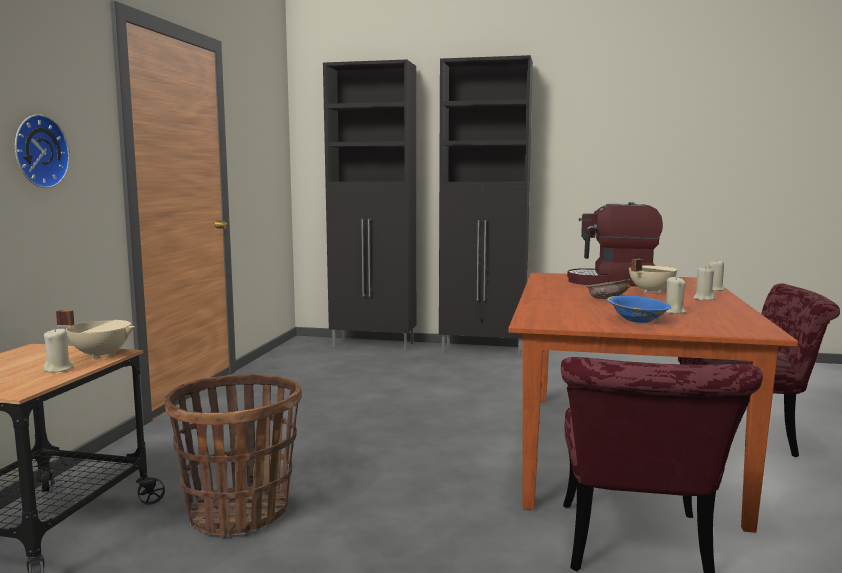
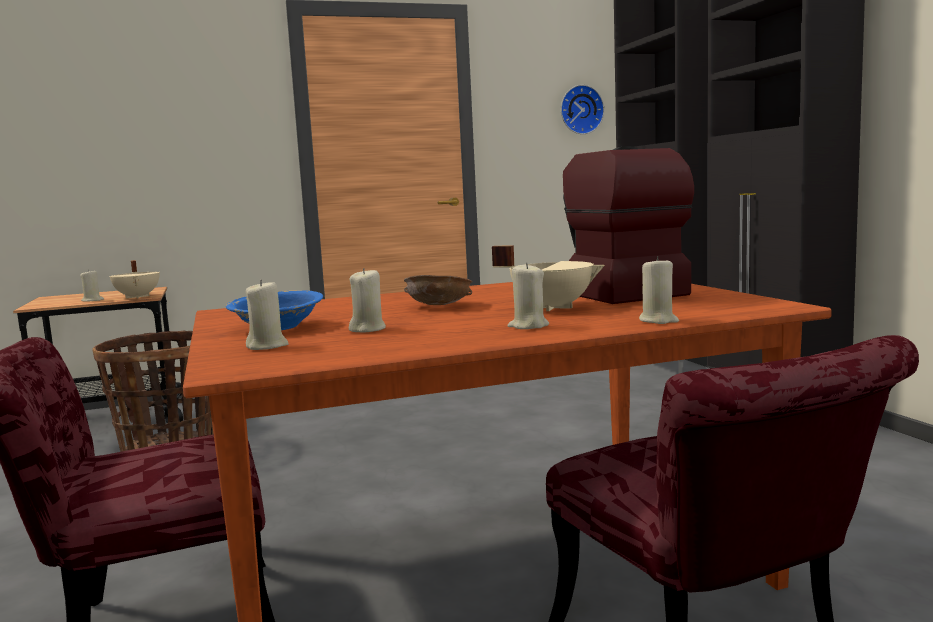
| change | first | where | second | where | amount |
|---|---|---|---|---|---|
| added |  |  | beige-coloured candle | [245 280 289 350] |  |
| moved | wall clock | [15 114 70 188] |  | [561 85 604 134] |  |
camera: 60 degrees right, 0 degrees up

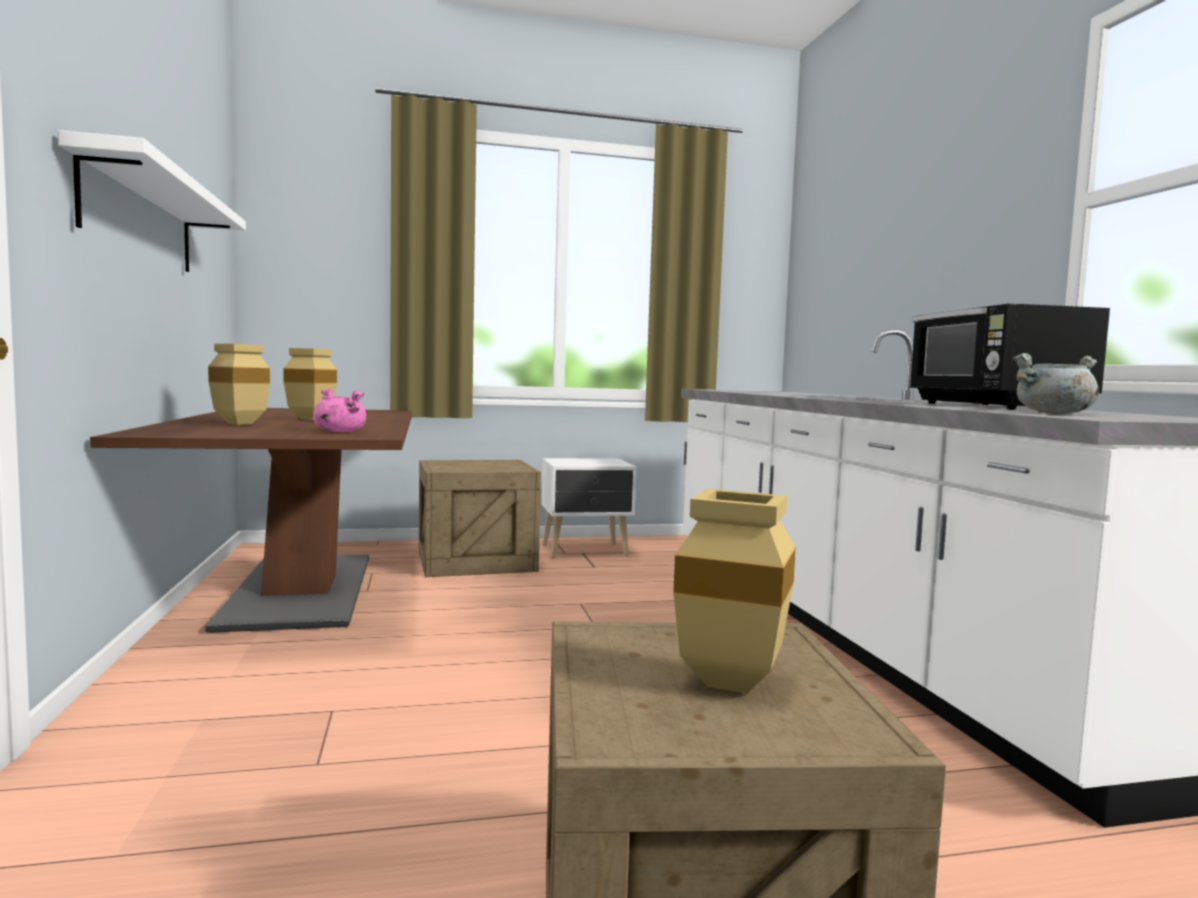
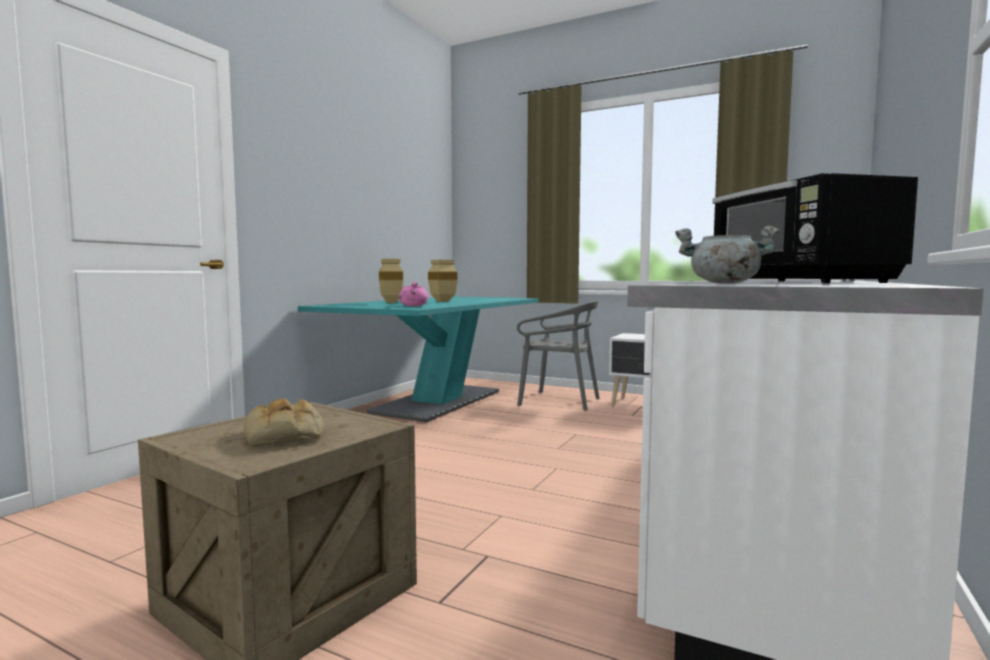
| change | first | where | second | where | amount |
|---|---|---|---|---|---|
| removed | whitish shelf | [58 130 246 272] |  |  |  |
| replaced | shipping crate | [419 460 541 577] | greyish chair | [517 300 600 411] |  |
| replaced | beige-coloured flower vase | [673 489 796 694] | bread | [243 398 324 446] |  |
| recoloured | brownish dining table | [90 408 412 633] | blue-green dining table | [298 296 539 422] |  |
| turned | blackish kitchen microwave | [909 304 1110 410] |  | [713 173 918 283] | 45 degrees counterclockwise |
camera: 40 degrees right, 0 degrees up

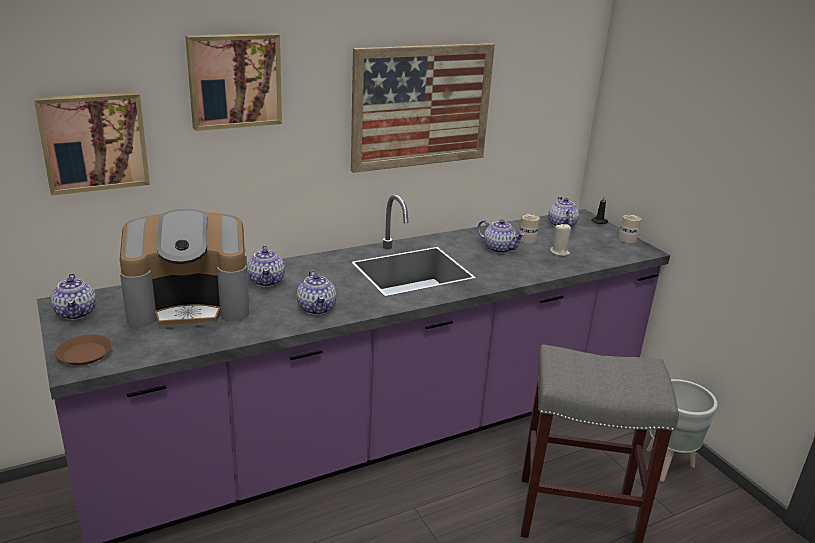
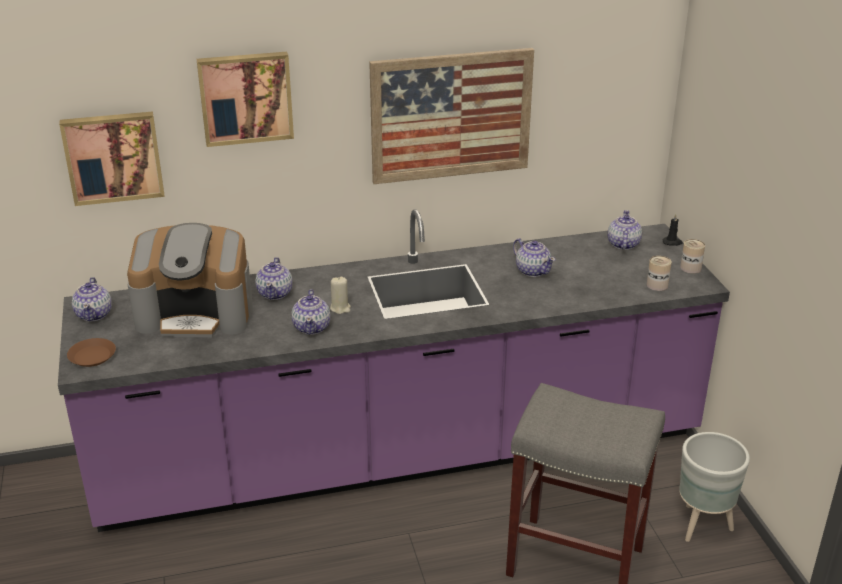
| change | first | where | second | where | amount |
|---|---|---|---|---|---|
| moved | metal can | [519 214 540 244] |  | [647 256 671 291] |  |
| moved | beige-coloured candle | [550 223 571 256] |  | [330 277 351 314] |  |
camera: 15 degrees right, 5 degrees up

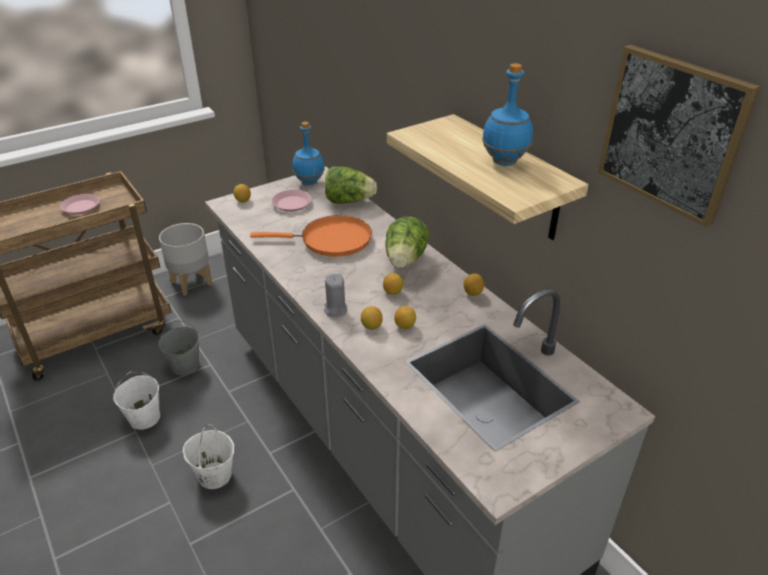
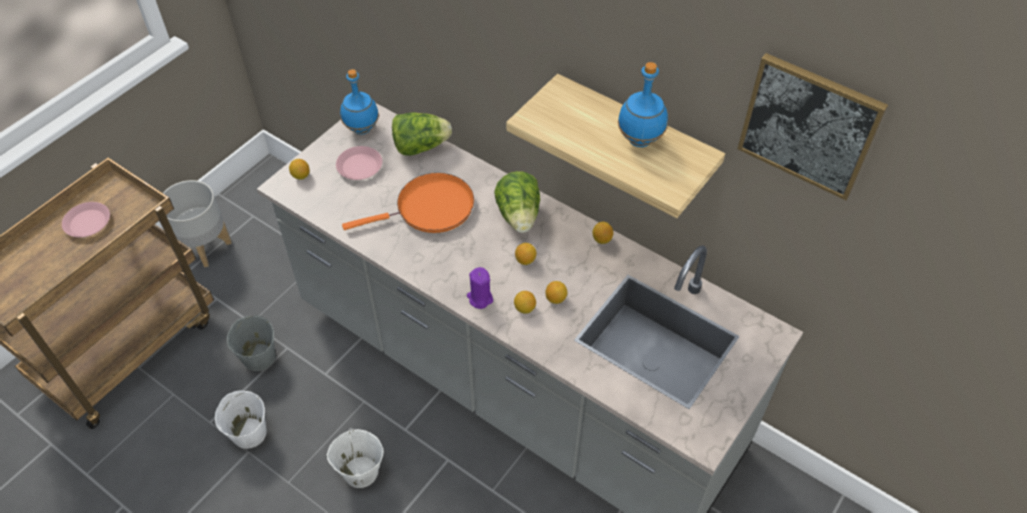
| change | first | where | second | where | amount |
|---|---|---|---|---|---|
| recoloured | greyish candle | [324 273 347 317] | purple candle | [467 267 493 309] |  |
camera: 20 degrees left, 15 degrees up

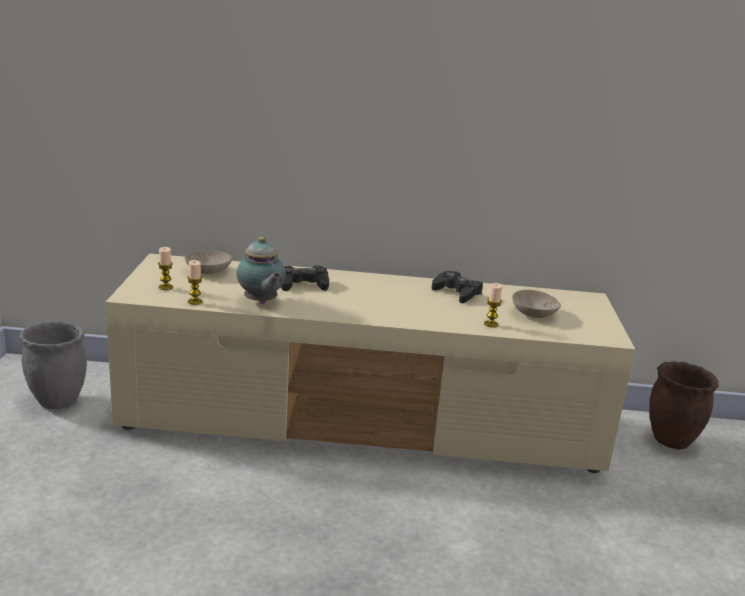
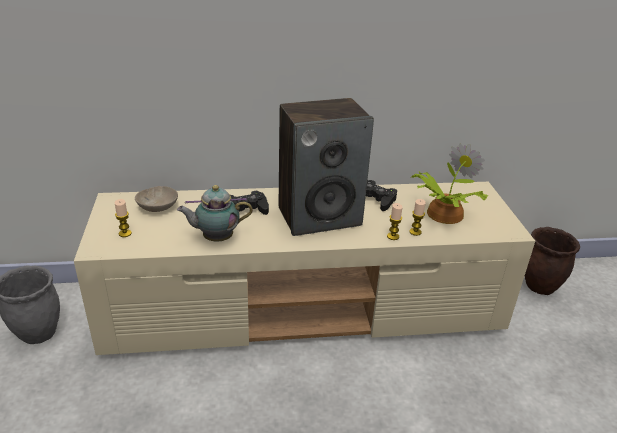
| change | first | where | second | where | amount |
|---|---|---|---|---|---|
| added |  |  | speaker | [279 98 374 236] |  |
| moved | candle | [187 260 203 305] |  | [387 203 403 240] |  |
| replaced | beige-coloured serving bowl | [512 290 561 318] | potted plant | [410 144 488 224] |  |
| turned | pot for tea | [237 237 286 304] |  | [177 185 253 241] | 120 degrees clockwise |
camera: 10 degrees left, 10 degrees up

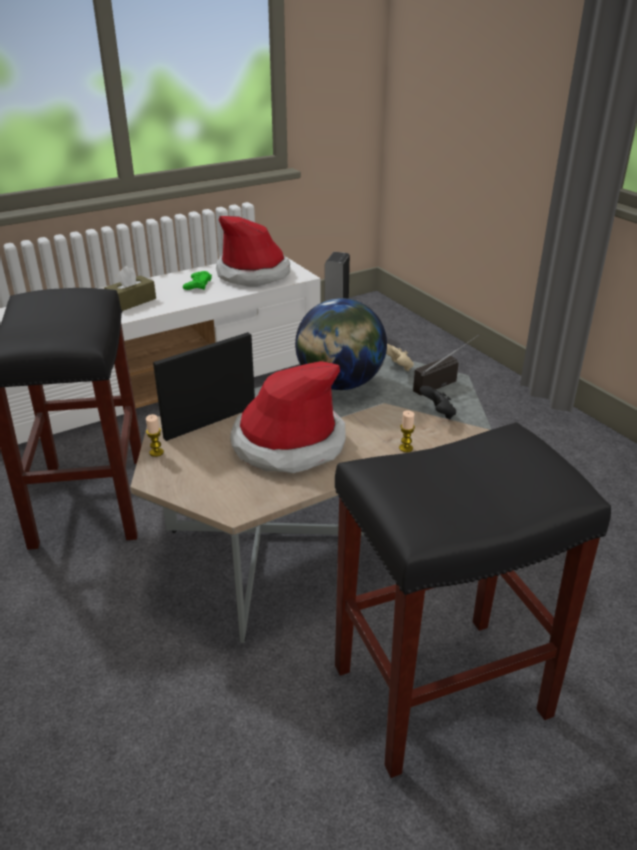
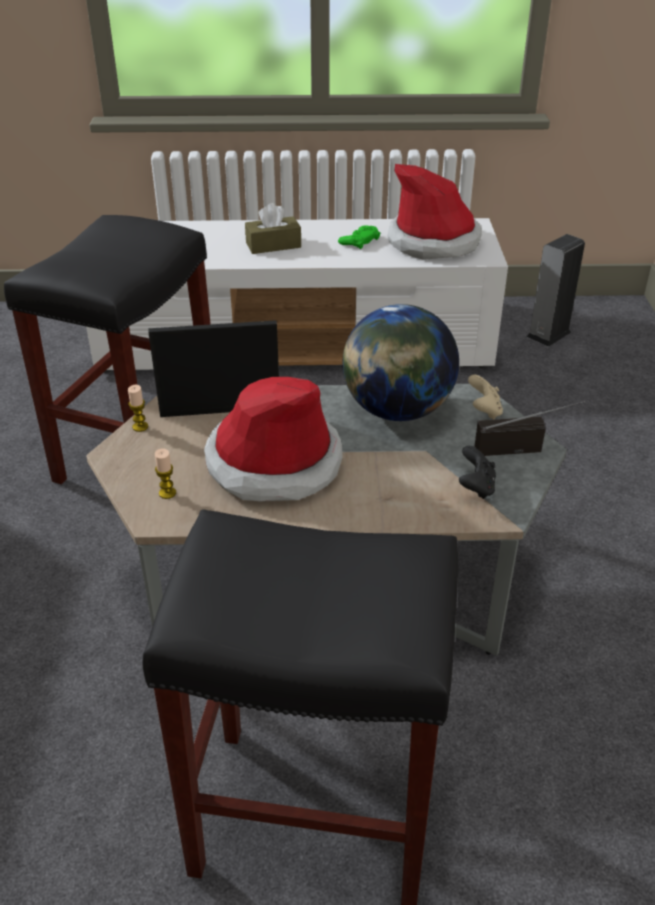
| change | first | where | second | where | amount |
|---|---|---|---|---|---|
| moved | candle | [399 410 415 452] |  | [155 448 176 499] |  |
camera: 30 degrees right, 5 degrees up

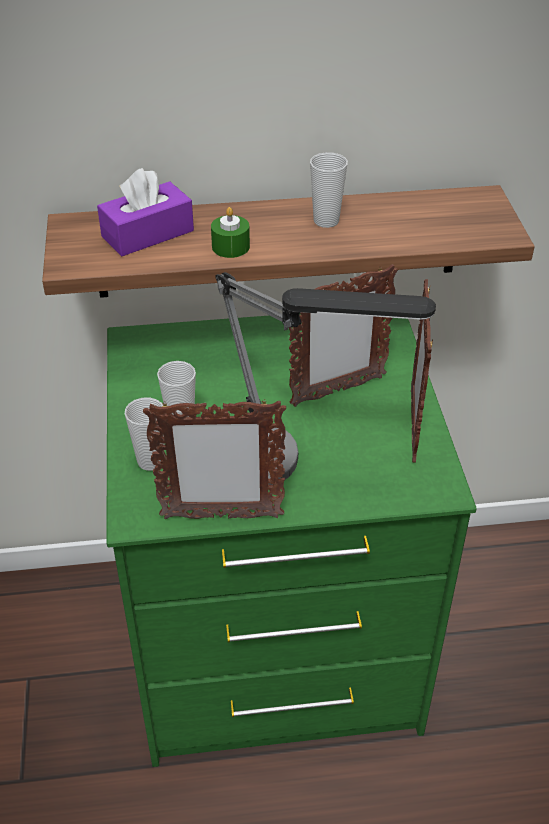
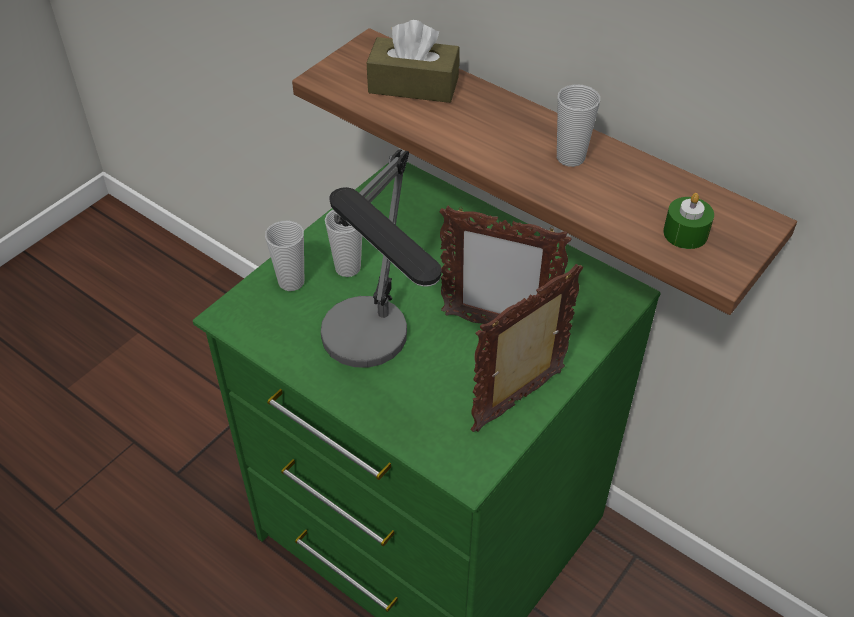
| change | first | where | second | where | amount |
|---|---|---|---|---|---|
| removed | picture frame | [143 399 286 519] |  |  |  |
| moved | green-coloured candle | [211 207 250 258] |  | [663 193 714 249] |  |
| recoloured | purple box of tissues | [97 168 194 256] | brownish box of tissues | [367 20 460 103] |  |
camera: 45 degrees right, 5 degrees up

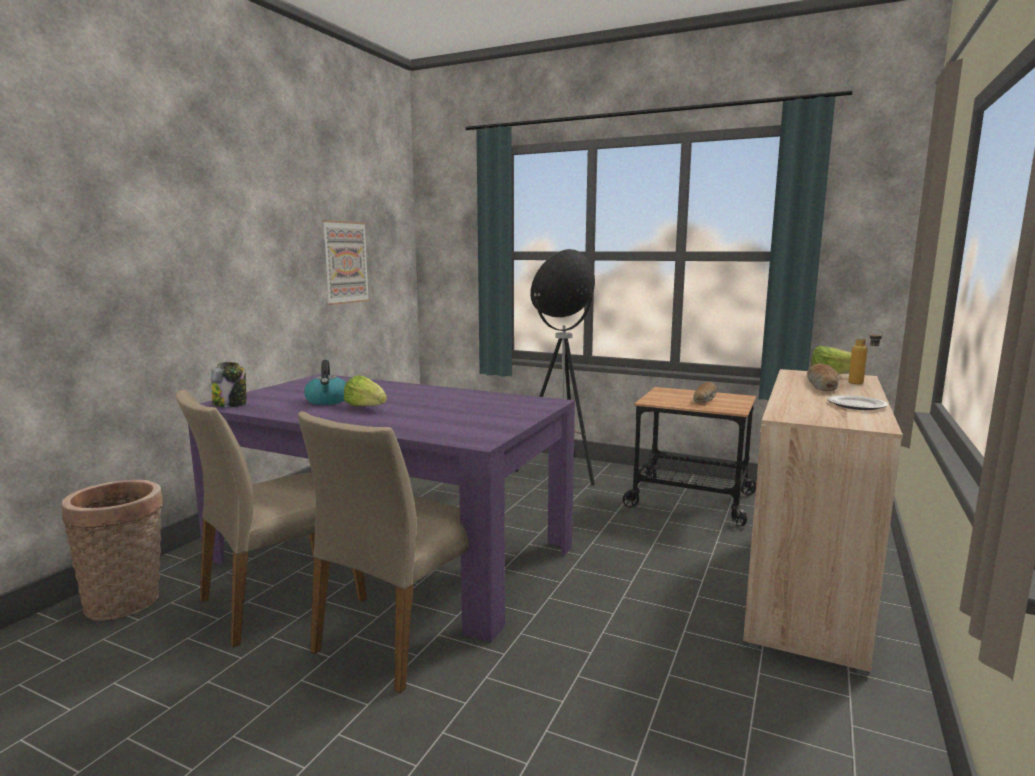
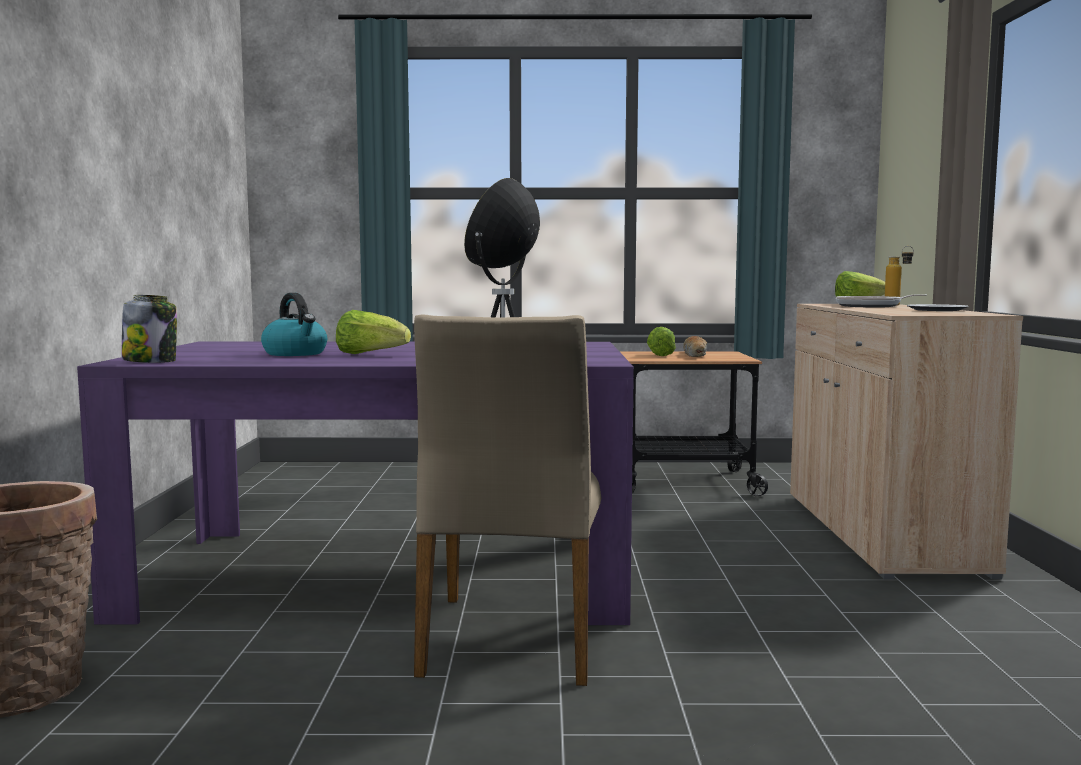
| change | first | where | second | where | amount |
|---|---|---|---|---|---|
| removed | beige-coloured chair | [176 390 367 647] |  |  |  |
| removed | wall picture | [322 220 370 305] |  |  |  |
| added |  |  | lettuce head | [647 327 676 356] |  |
| replaced | bread | [807 363 839 391] | pan | [836 294 927 308] |  |
camera: 25 degrees left, 5 degrees down

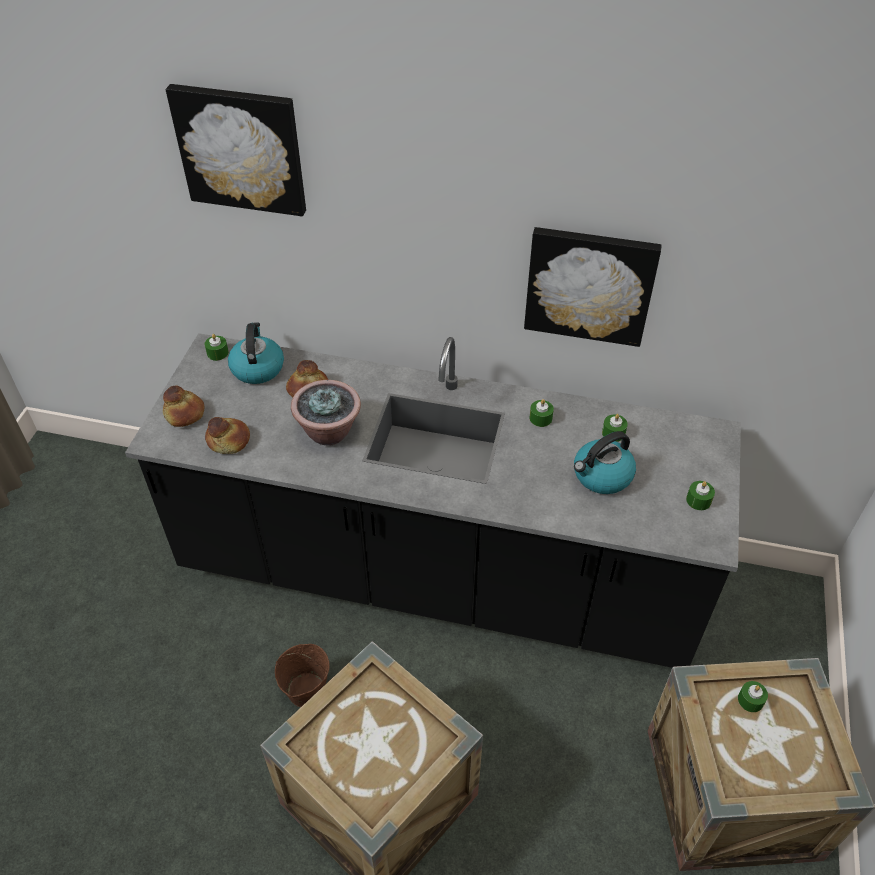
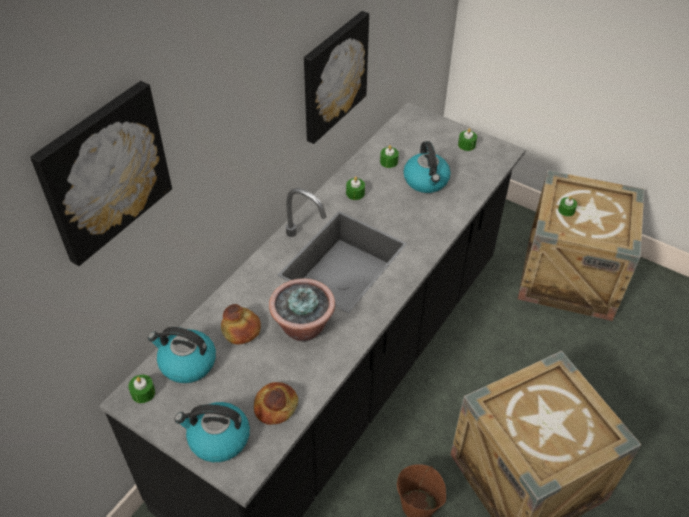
| change | first | where | second | where | amount |
|---|---|---|---|---|---|
| replaced | bread | [163 386 205 427] | tea kettle | [174 402 250 462] |  |
camera: 70 degrees left, 0 degrees up

